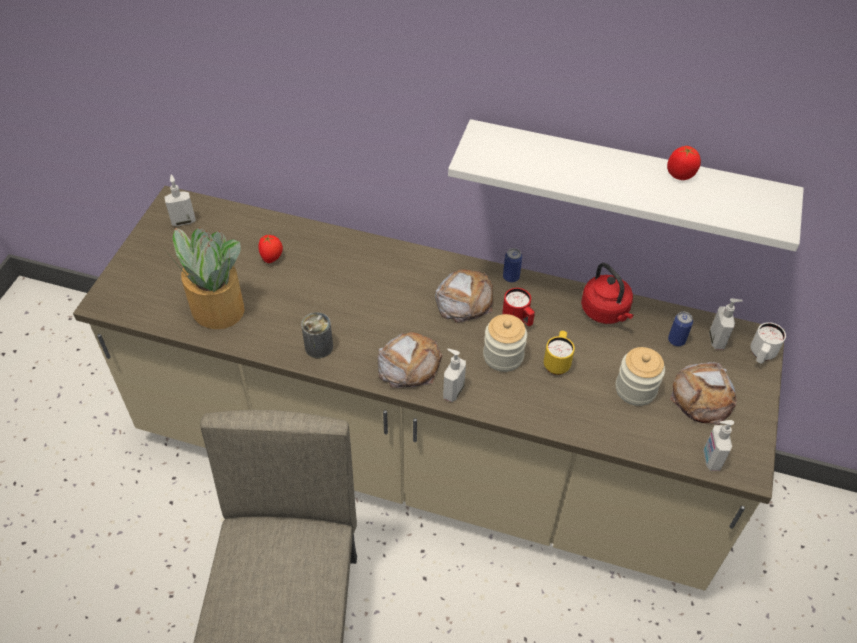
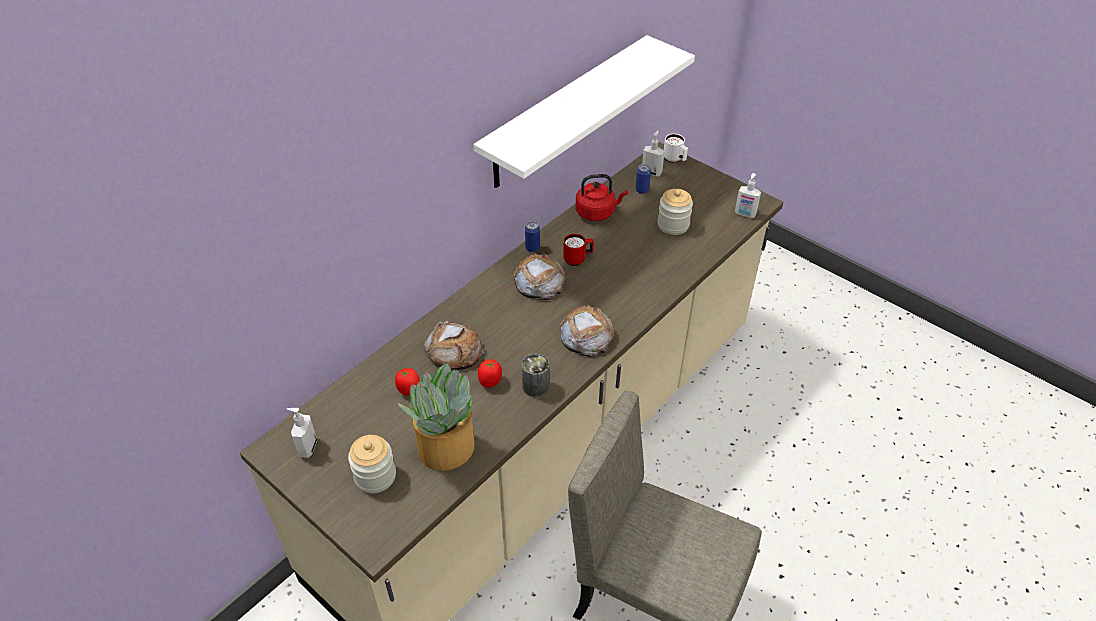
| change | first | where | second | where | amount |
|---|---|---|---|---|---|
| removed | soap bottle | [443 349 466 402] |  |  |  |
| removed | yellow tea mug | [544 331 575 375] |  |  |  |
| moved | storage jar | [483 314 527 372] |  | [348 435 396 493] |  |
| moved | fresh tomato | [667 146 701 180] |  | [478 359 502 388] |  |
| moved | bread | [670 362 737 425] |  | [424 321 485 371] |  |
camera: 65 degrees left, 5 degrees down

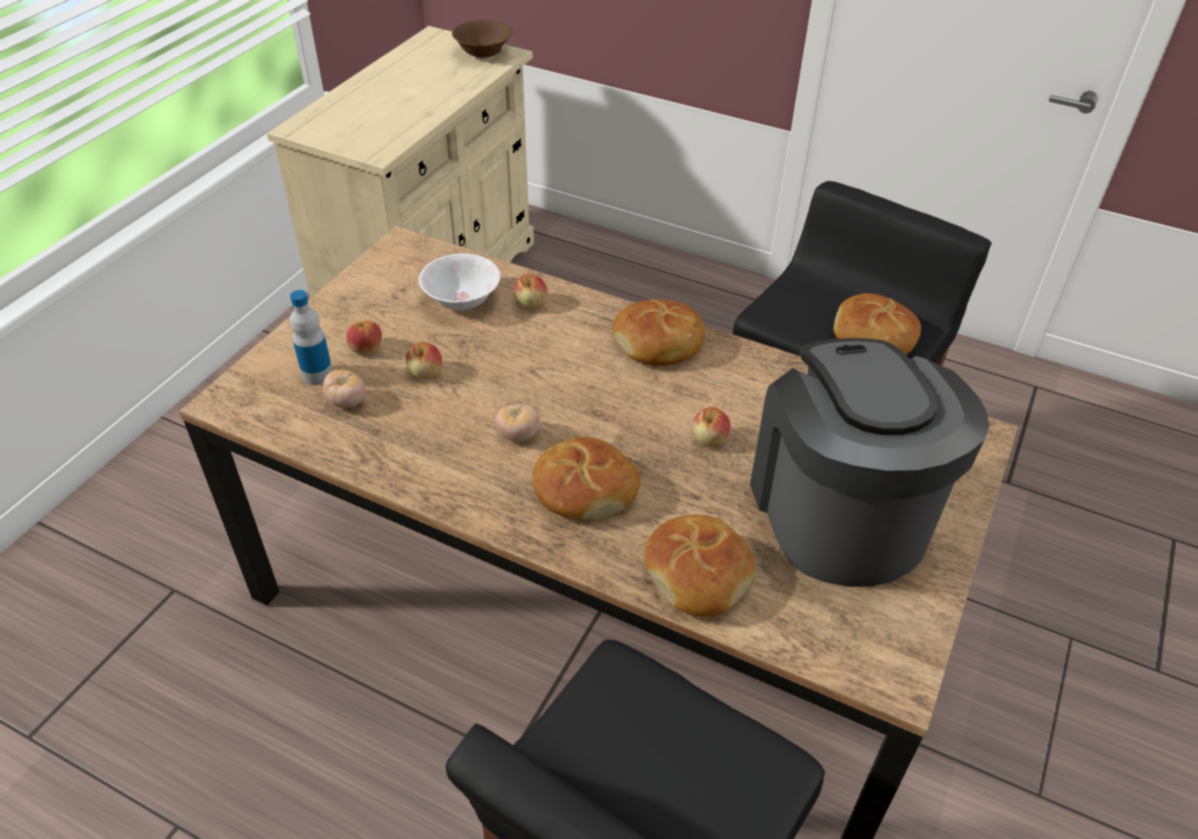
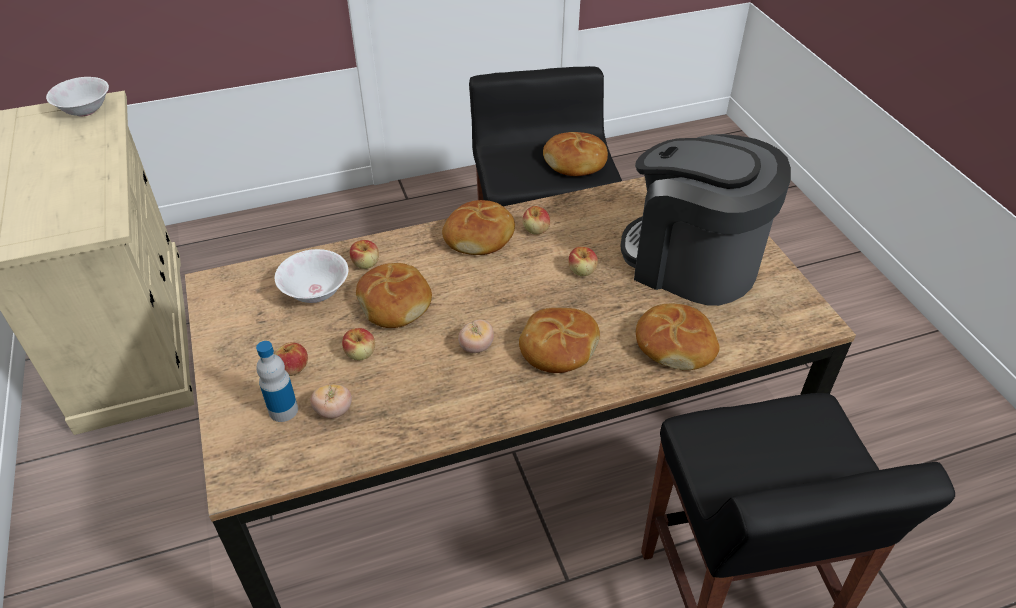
| change | first | where | second | where | amount |
|---|---|---|---|---|---|
| added |  |  | bread | [356 263 432 328] |  |
| added |  |  | apple | [522 206 550 234] |  |
| recoloured | brownish serving bowl | [452 20 513 59] | whitish serving bowl | [46 77 109 116] |  |
camera: 45 degrees left, 0 degrees up

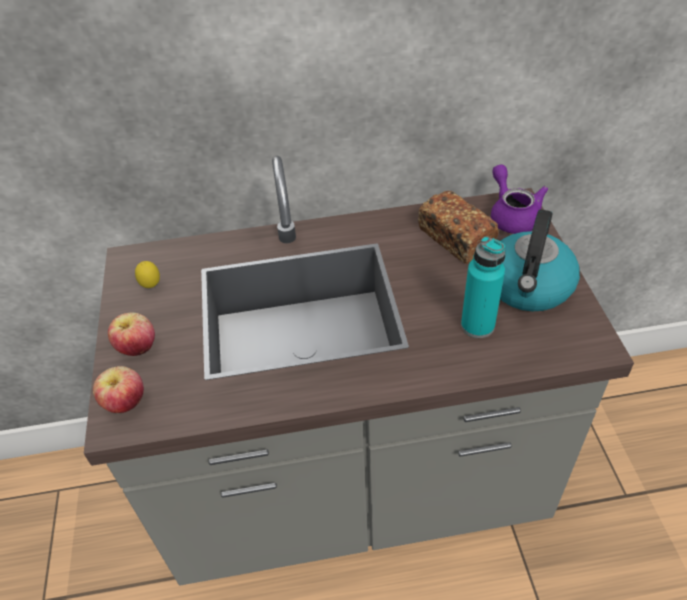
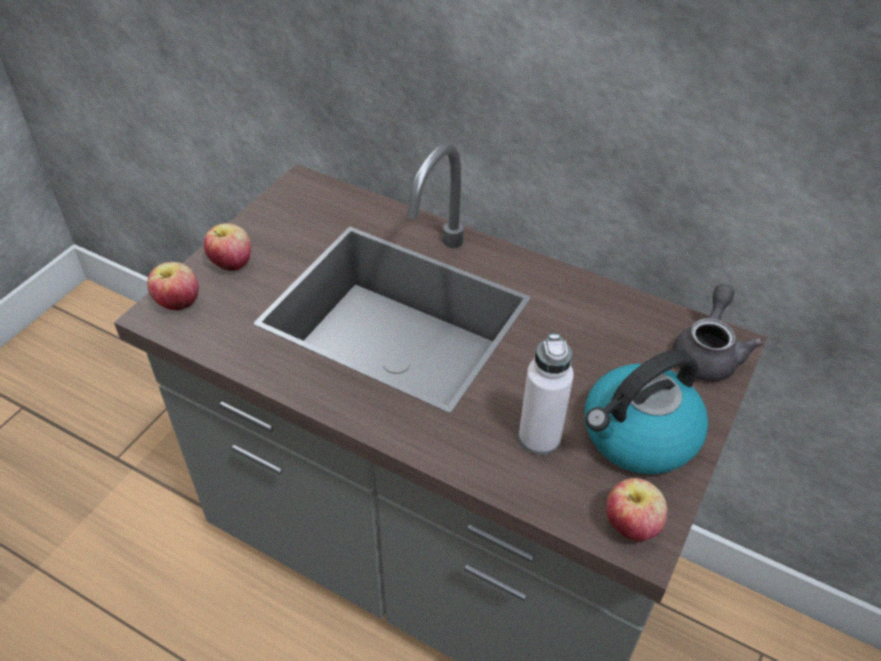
| change | first | where | second | where | amount |
|---|---|---|---|---|---|
| removed | citrus fruit | [135 261 160 288] |  |  |  |
| removed | bread | [418 191 499 264] |  |  |  |
| added |  |  | apple | [606 478 668 542] |  |
| recoloured | blue-green drink bottle | [461 236 505 338] | whitish drink bottle | [519 334 574 455] |  |
| recoloured | purple pot for tea | [491 164 548 234] | greyish pot for tea | [673 284 764 381] |  |
camera: 35 degrees right, 0 degrees up

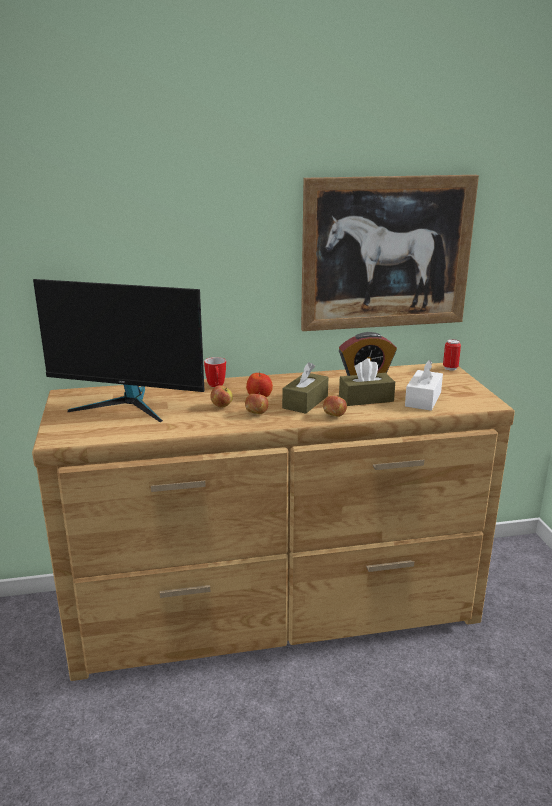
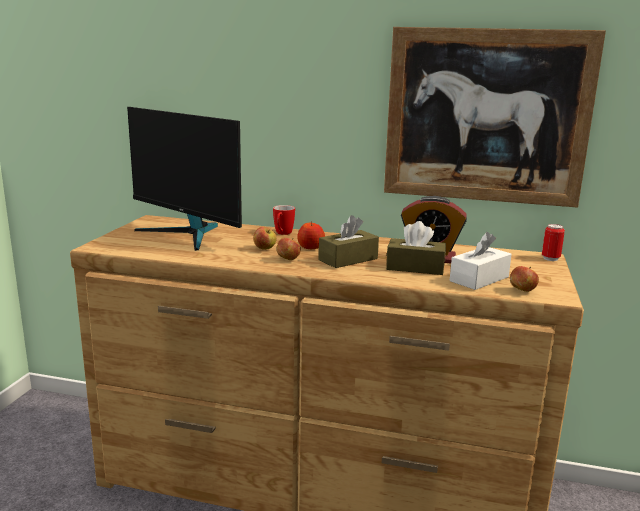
| change | first | where | second | where | amount |
|---|---|---|---|---|---|
| moved | apple | [323 395 347 417] |  | [510 266 539 292] |  |
camera: 25 degrees right, 5 degrees down

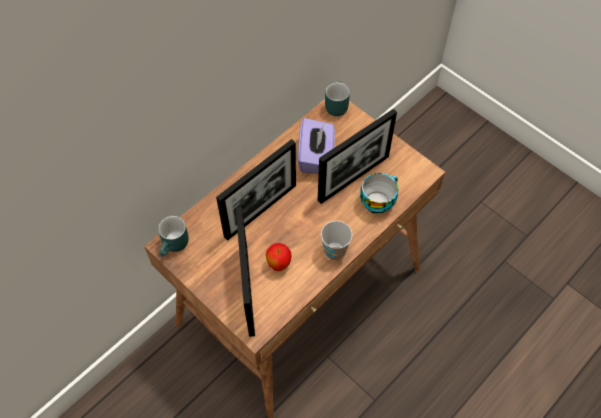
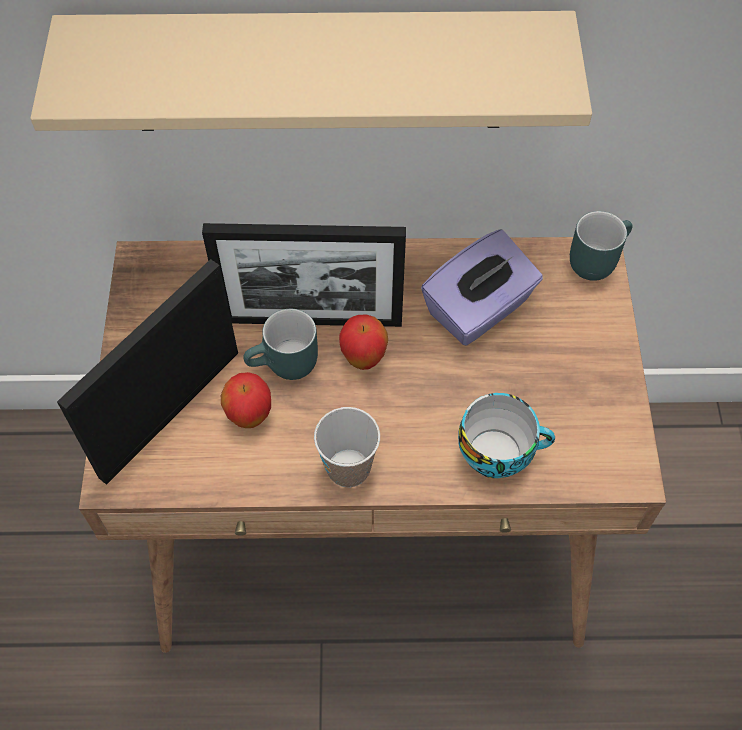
| change | first | where | second | where | amount |
|---|---|---|---|---|---|
| removed | picture frame | [318 109 397 204] |  |  |  |
| added |  |  | beige-coloured shelf | [31 11 592 131] |  |
| added |  |  | apple | [339 315 388 370] |  |
| moved | blue-green tea mug | [158 216 189 256] |  | [243 309 318 380] |  |
camera: 45 degrees right, 0 degrees up

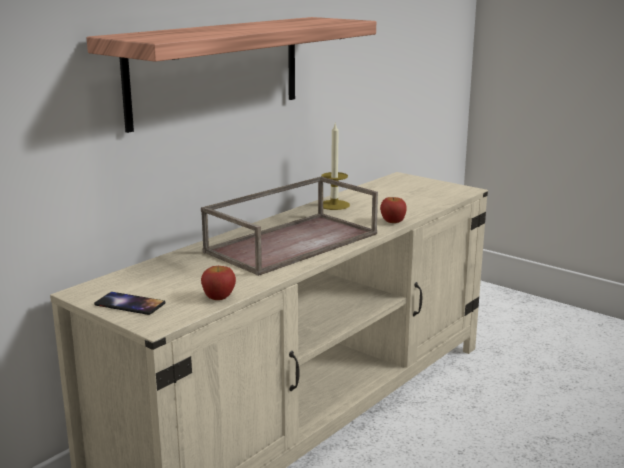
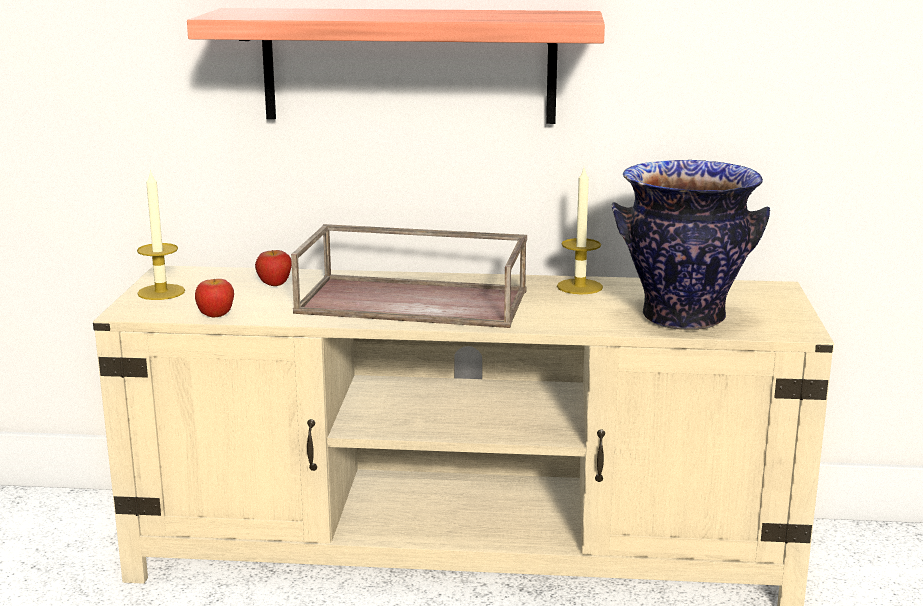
| change | first | where | second | where | amount |
|---|---|---|---|---|---|
| added |  |  | flower vase | [612 160 770 330] |  |
| moved | apple | [380 197 407 223] |  | [255 250 292 286] |  |
| replaced | handset | [94 292 166 315] | candle | [137 170 185 300] |  |
camera: 55 degrees right, 0 degrees up

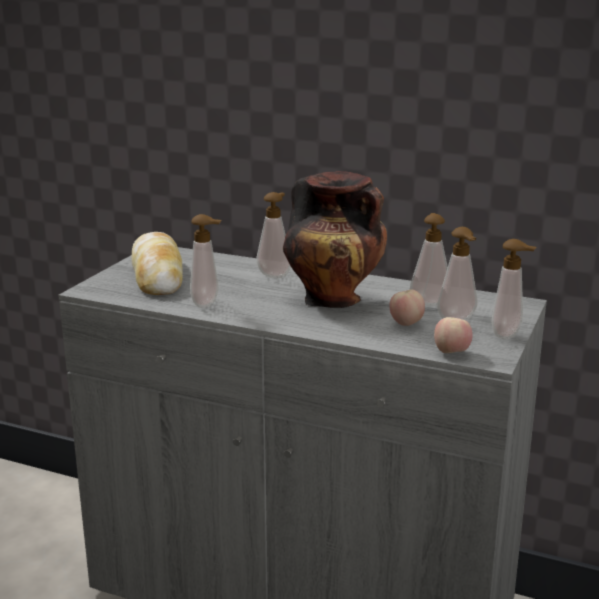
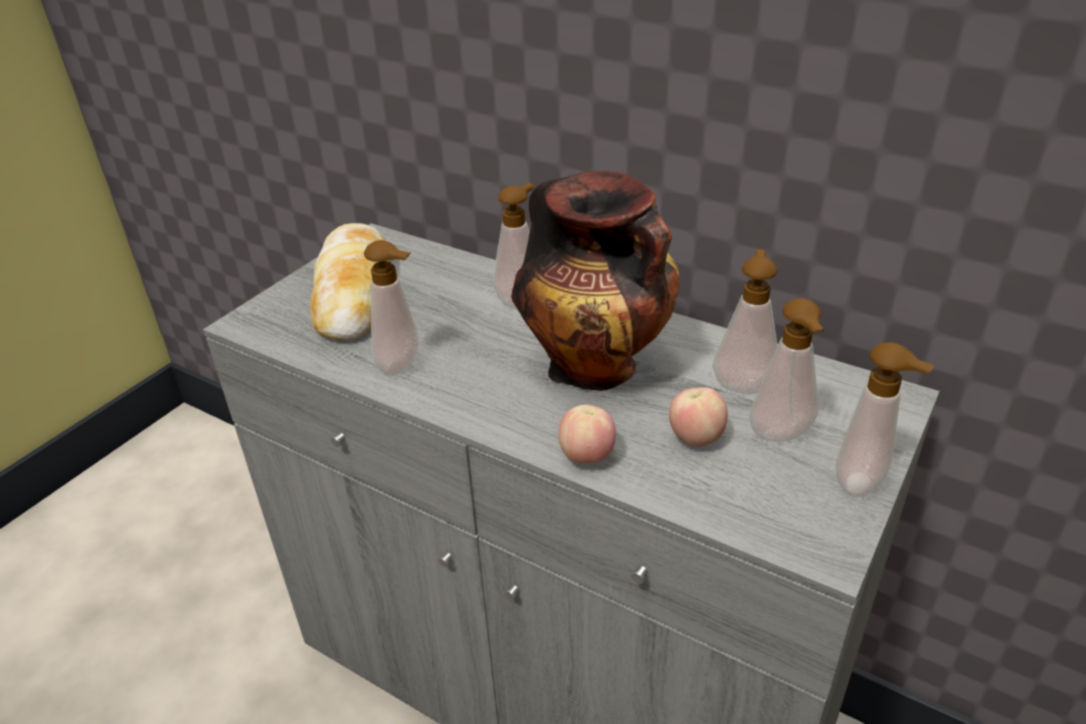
| change | first | where | second | where | amount |
|---|---|---|---|---|---|
| moved | apple | [434 317 473 353] |  | [558 404 616 463] |  |
camera: 10 degrees right, 15 degrees up

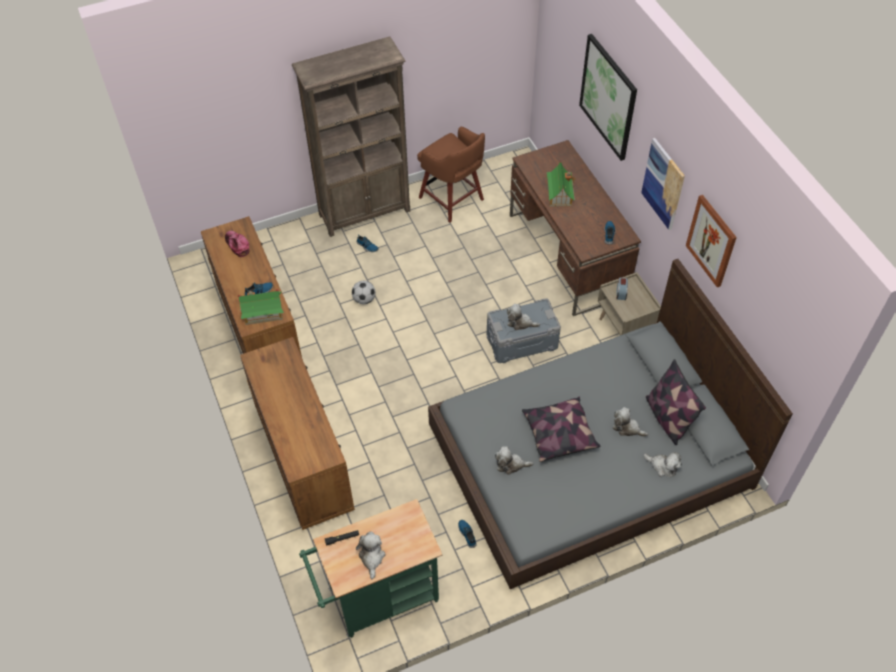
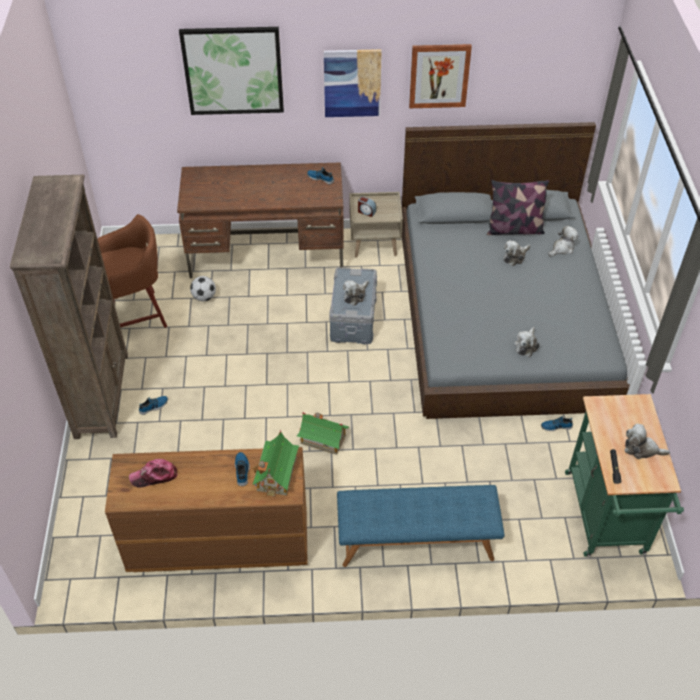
| change | first | where | second | where | amount |
|---|---|---|---|---|---|
| removed | throw pillow | [522 397 600 462] |  |  |  |
| moved | football ball | [352 281 375 304] |  | [190 276 216 301] |  |
| moved | model house | [545 160 575 207] |  | [297 412 349 455] |  |
| replaced | brownish chest of drawers | [240 337 355 530] | blue-coloured long seat | [337 485 505 567] |  |
camera: 70 degrees left, 5 degrees down

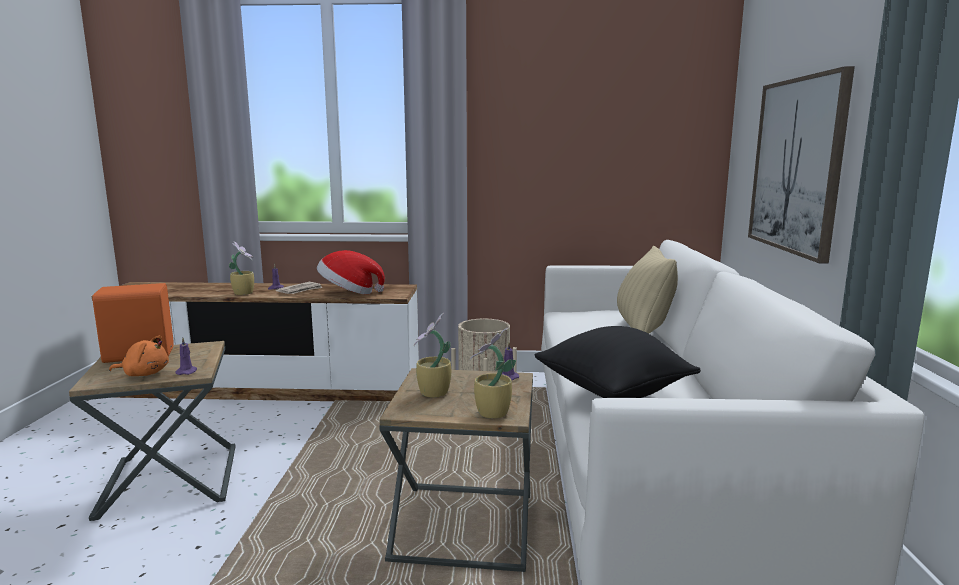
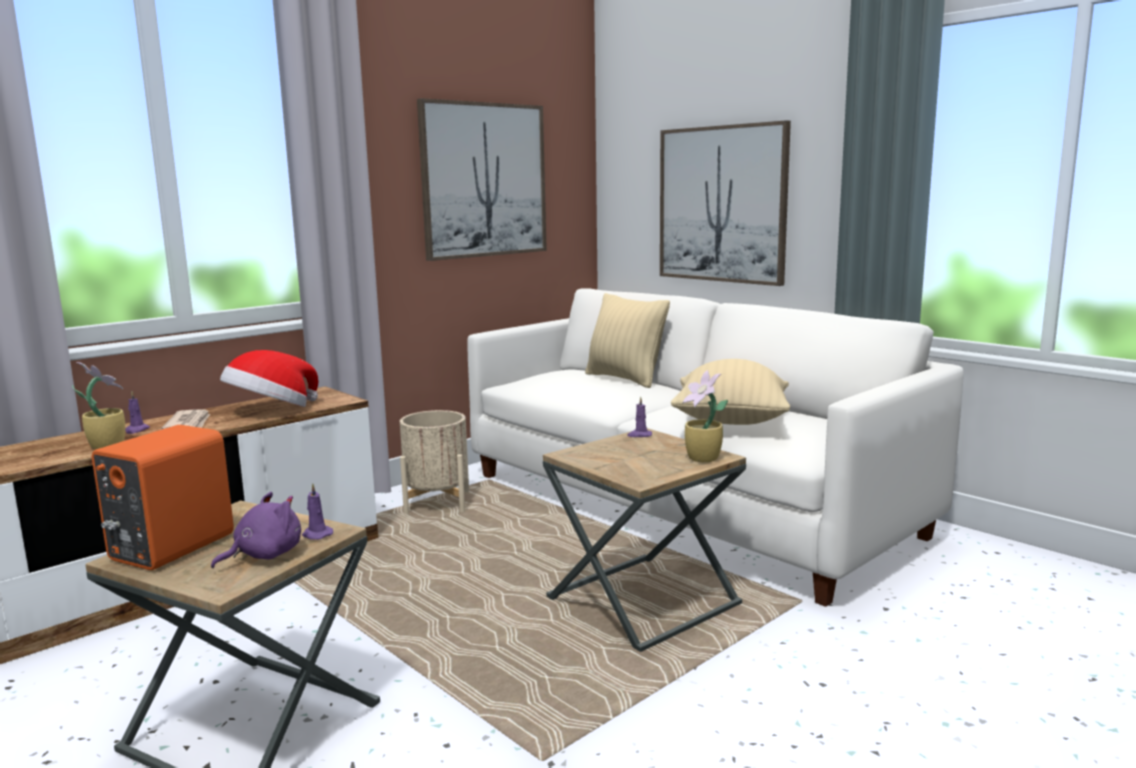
| change | first | where | second | where | amount |
|---|---|---|---|---|---|
| removed | potted plant | [414 313 451 398] |  |  |  |
| added |  |  | wall picture | [417 98 547 261] |  |
| recoloured | orangey soft toy | [109 335 169 376] | purple soft toy | [211 492 301 568] |  |
| recoloured | blackish throw pillow | [535 326 701 398] | beige-coloured throw pillow | [671 359 790 425] |  |
camera: 45 degrees left, 0 degrees up

